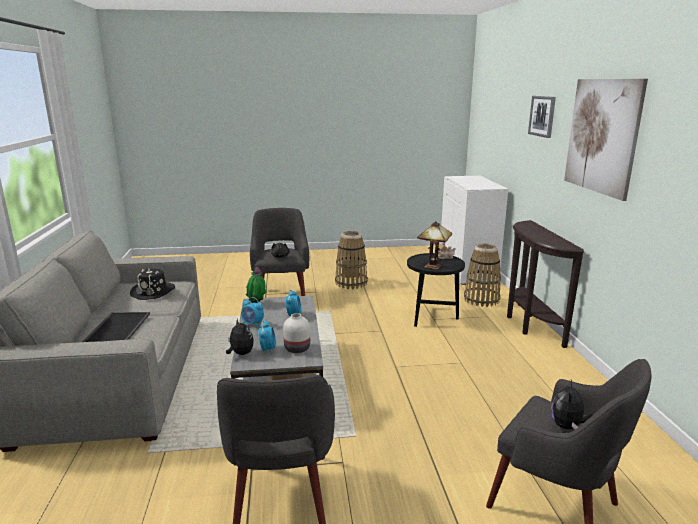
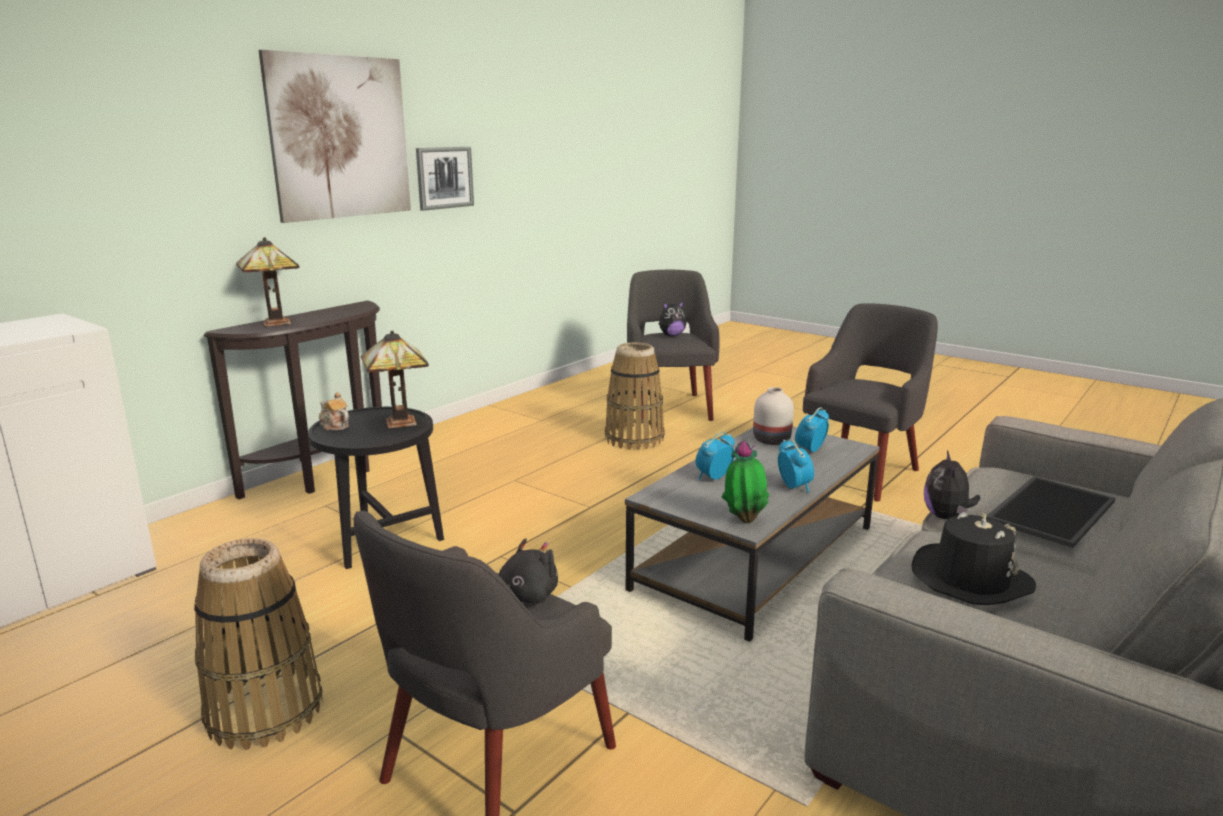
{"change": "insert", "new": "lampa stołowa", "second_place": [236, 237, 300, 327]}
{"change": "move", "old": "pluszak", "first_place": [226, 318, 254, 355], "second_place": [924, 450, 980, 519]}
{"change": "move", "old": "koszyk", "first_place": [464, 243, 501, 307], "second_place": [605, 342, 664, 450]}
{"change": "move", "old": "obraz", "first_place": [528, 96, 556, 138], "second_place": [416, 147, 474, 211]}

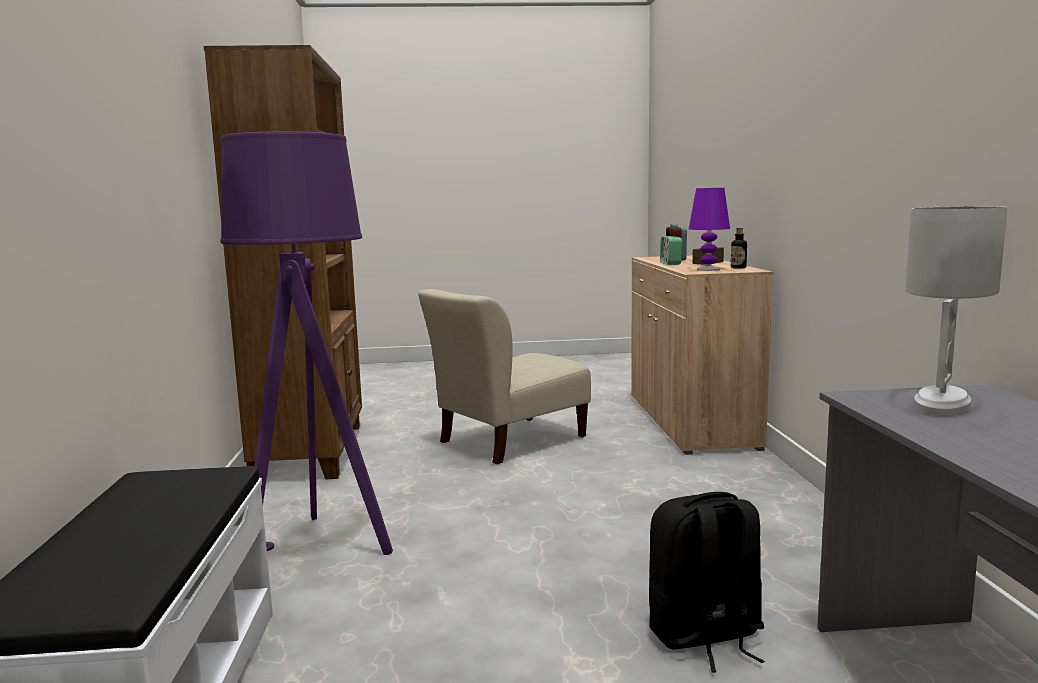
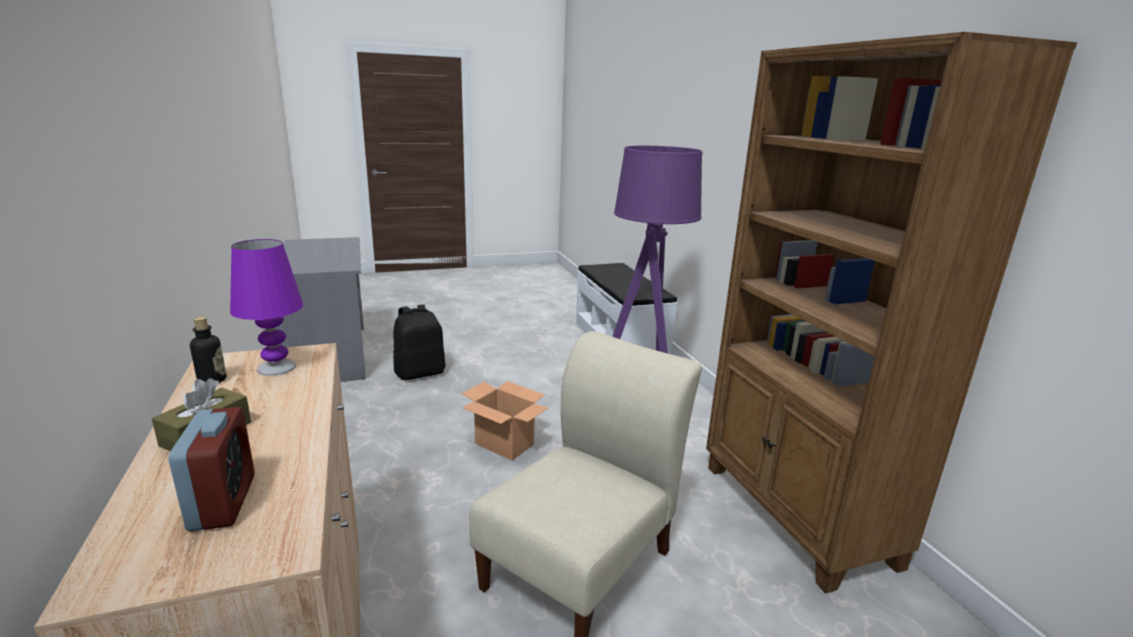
{"change": "delete", "old": "budzik", "first_place": [660, 236, 682, 265]}
{"change": "delete", "old": "lampa stołowa (biały)", "first_place": [906, 206, 1007, 416]}
{"change": "insert", "new": "karton", "second_place": [462, 381, 548, 460]}

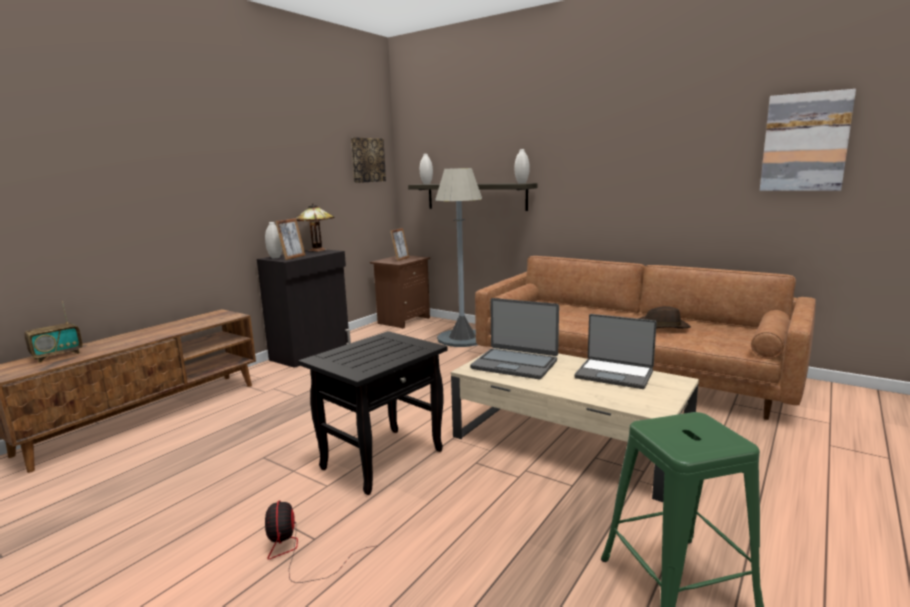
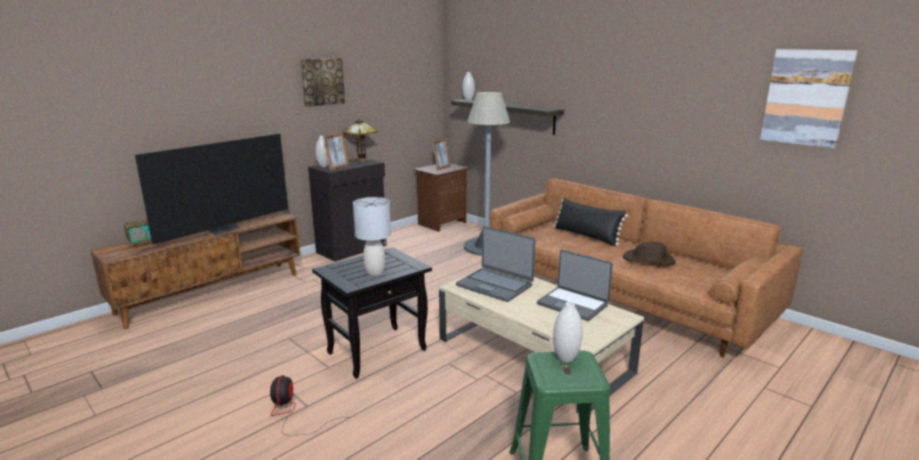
{"change": "insert", "new": "telewizor", "second_place": [135, 134, 288, 245]}
{"change": "insert", "new": "lampa stołowa (szary)", "second_place": [353, 197, 391, 276]}
{"change": "insert", "new": "poduszka (czarny)", "second_place": [554, 198, 628, 246]}
{"change": "move", "old": "obraz", "first_place": [351, 137, 386, 183], "second_place": [300, 58, 345, 107]}
{"change": "move", "old": "wazon (biały)", "first_place": [515, 149, 530, 183], "second_place": [553, 301, 583, 363]}

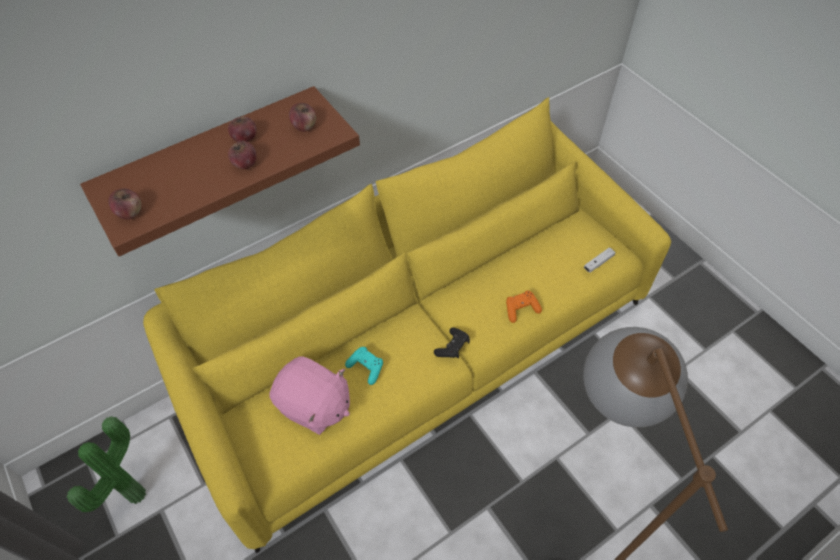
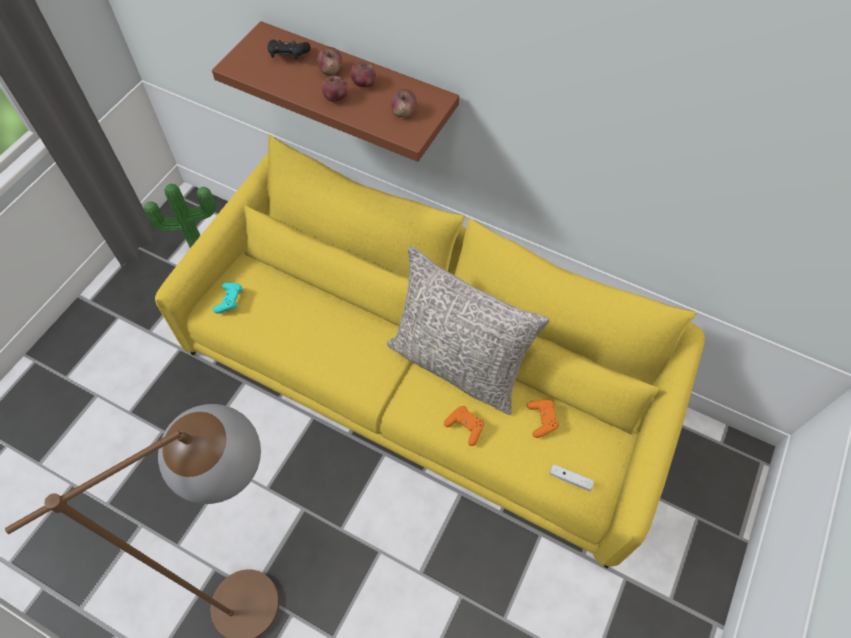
{"change": "delete", "old": "pluszak (różowy)", "first_place": [269, 357, 350, 435]}
{"change": "insert", "new": "poduszka (szary)", "second_place": [387, 246, 549, 415]}
{"change": "insert", "new": "pad do gier (pomarańczowy)", "second_place": [527, 400, 559, 438]}
{"change": "move", "old": "jabłko", "first_place": [109, 188, 141, 219], "second_place": [317, 47, 342, 75]}
{"change": "move", "old": "pad do gier (turkusowy)", "first_place": [345, 347, 383, 385], "second_place": [213, 283, 244, 313]}
{"change": "move", "old": "pad do gier (czarny)", "first_place": [434, 327, 470, 358], "second_place": [267, 39, 311, 60]}

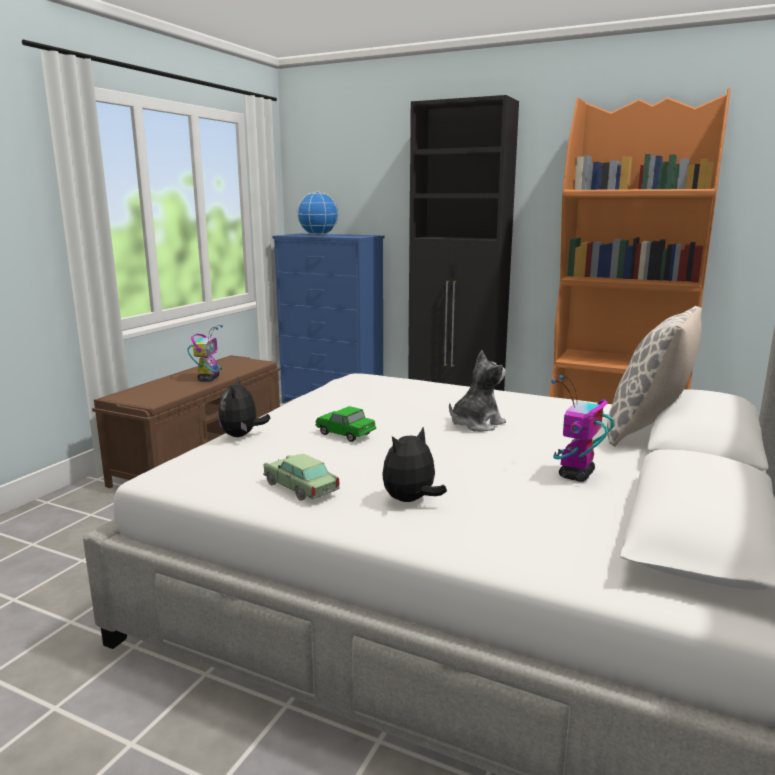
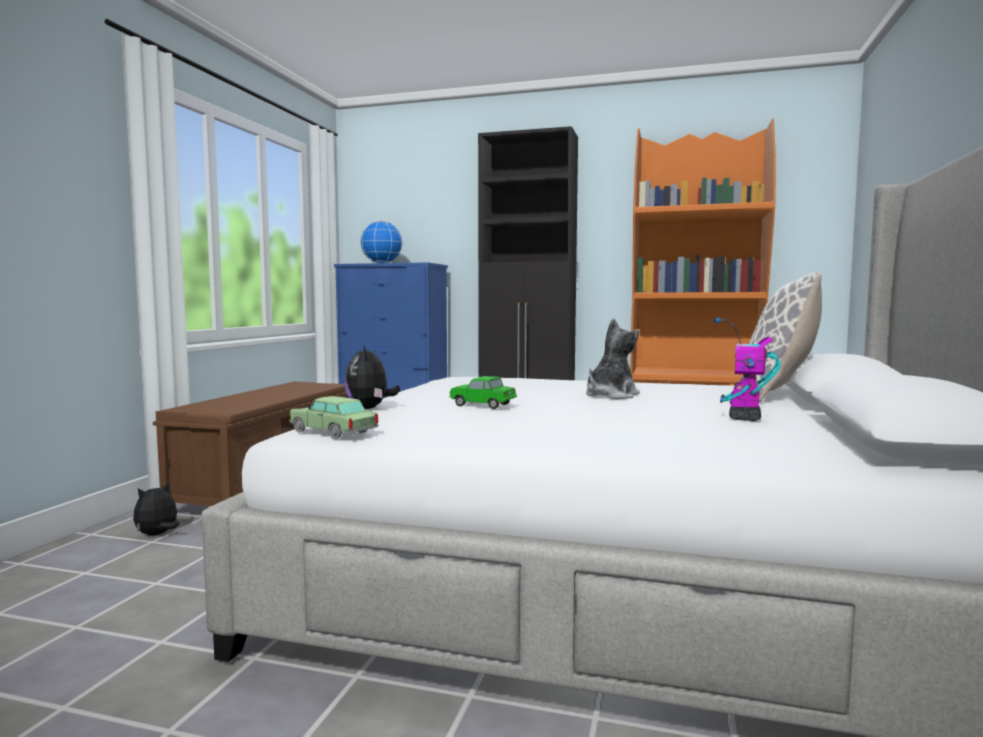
{"change": "delete", "old": "robot zabawkowy", "first_place": [187, 325, 223, 382]}
{"change": "move", "old": "samochodzik", "first_place": [263, 454, 339, 501], "second_place": [289, 396, 378, 439]}
{"change": "move", "old": "pluszak", "first_place": [382, 427, 447, 502], "second_place": [133, 482, 180, 536]}

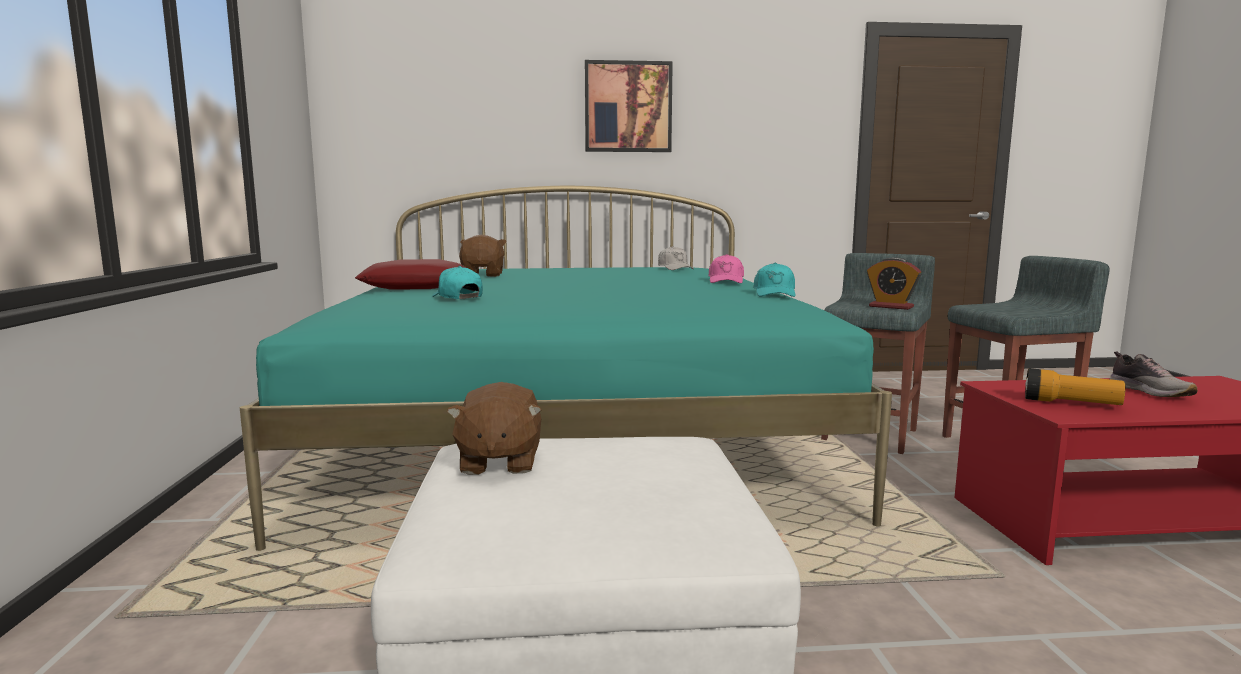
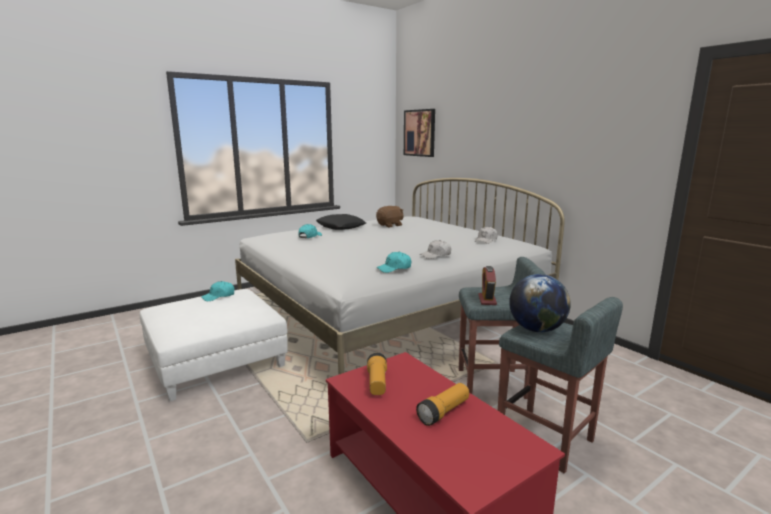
{"change": "insert", "new": "globus", "second_place": [509, 274, 571, 332]}
{"change": "move", "old": "obraz", "first_place": [585, 60, 673, 152], "second_place": [404, 109, 435, 157]}
{"change": "replace", "old": "pluszak (brązowy)", "new": "czapka z daszkiem (turkusowy)", "first_place": [446, 382, 542, 475], "second_place": [201, 281, 234, 301]}
{"change": "replace", "old": "but", "new": "latarka", "first_place": [1110, 351, 1198, 397], "second_place": [416, 383, 469, 426]}
{"change": "recolor", "old": "łóżko (turkusowy)", "new": "łóżko (biały)", "first_place": [240, 186, 892, 551], "second_place": [235, 178, 565, 375]}
{"change": "recolor", "old": "poduszka (czerwony)", "new": "poduszka (czarny)", "first_place": [355, 259, 469, 289], "second_place": [316, 214, 366, 230]}
{"change": "recolor", "old": "czapka z daszkiem (różowy)", "new": "czapka z daszkiem (biały)", "first_place": [708, 254, 744, 283], "second_place": [420, 240, 451, 259]}

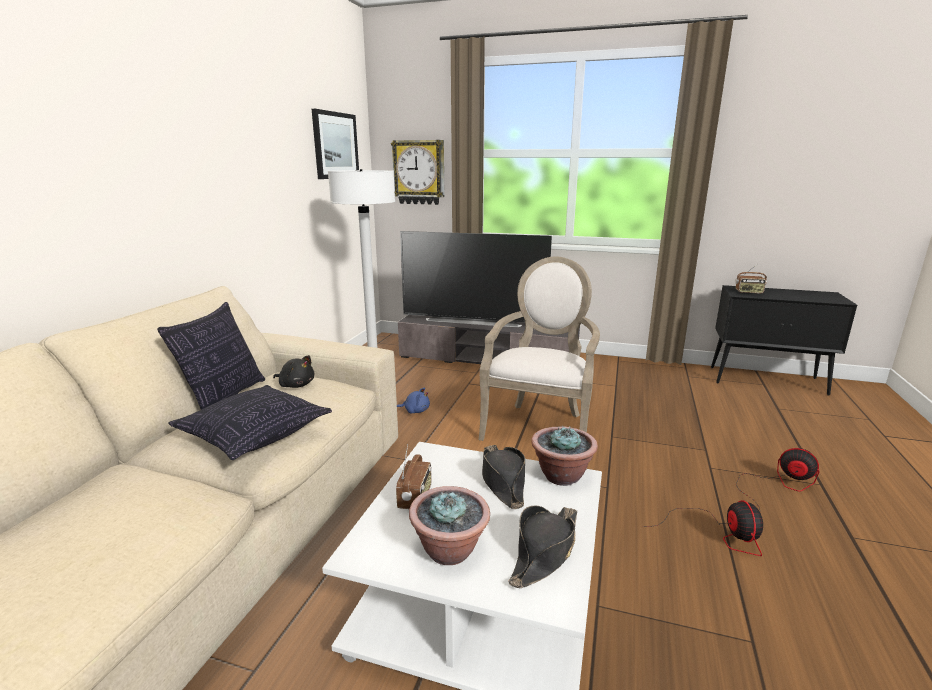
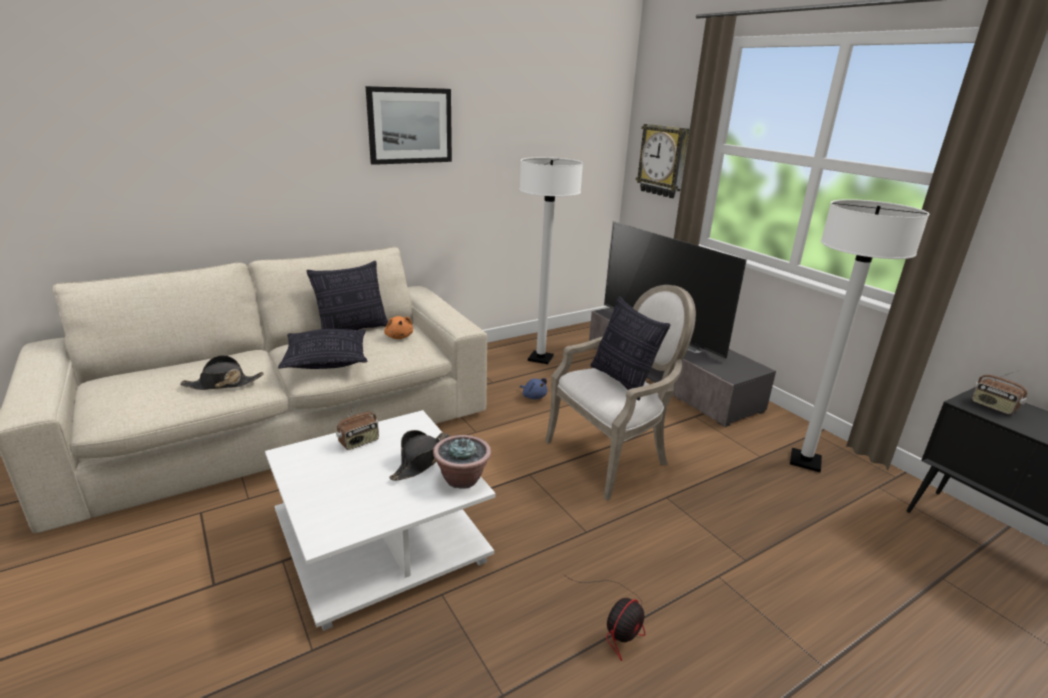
{"change": "delete", "old": "roślina doniczkowa", "first_place": [409, 486, 490, 565]}
{"change": "delete", "old": "wentylator", "first_place": [736, 448, 819, 510]}
{"change": "insert", "new": "poduszka", "second_place": [590, 296, 670, 401]}
{"change": "insert", "new": "lampa stojąca (biały)", "second_place": [790, 199, 929, 472]}
{"change": "move", "old": "obraz", "first_place": [312, 109, 359, 179], "second_place": [366, 86, 452, 165]}
{"change": "move", "old": "kapelusz (czarny)", "first_place": [508, 506, 577, 588], "second_place": [180, 355, 264, 390]}
{"change": "recolor", "old": "pluszak (czarny)", "new": "pluszak (pomarańczowy)", "first_place": [273, 355, 314, 388], "second_place": [384, 316, 413, 339]}

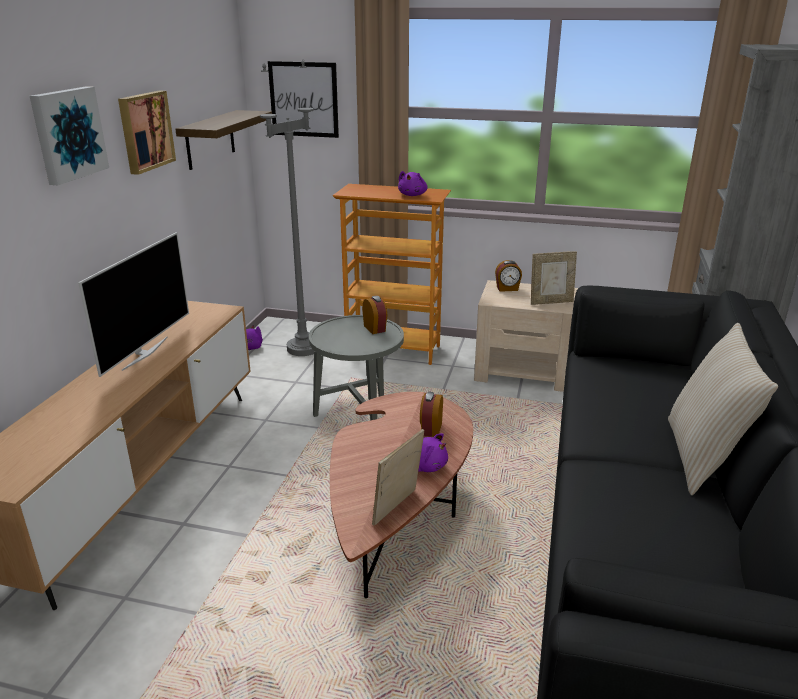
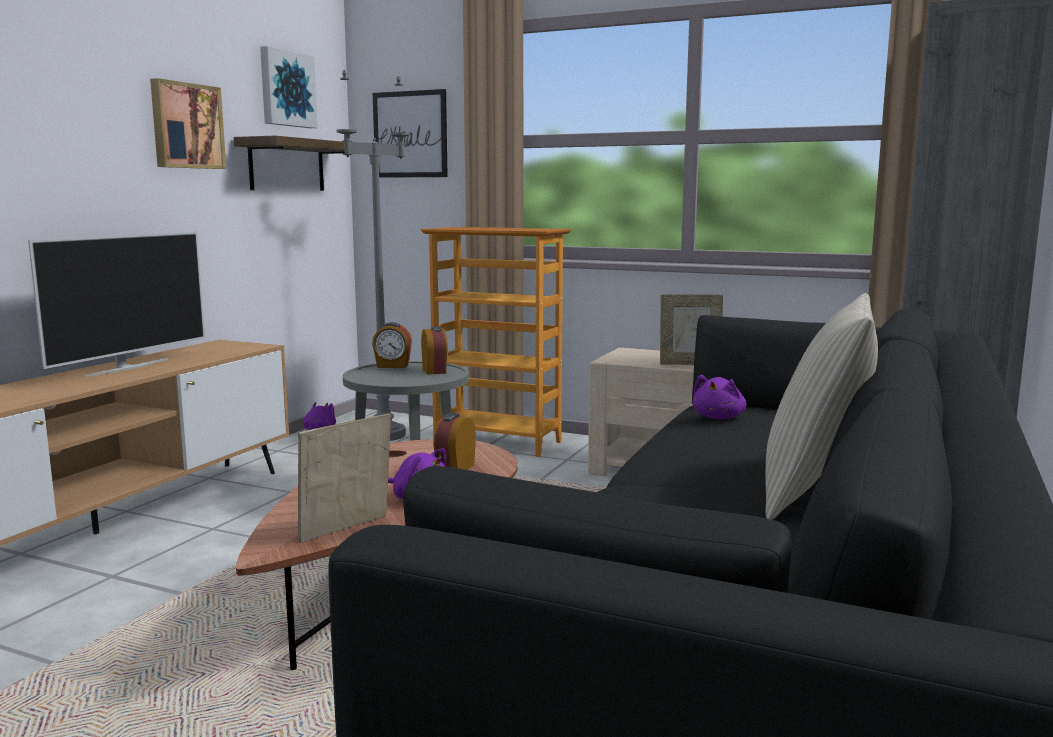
{"change": "move", "old": "obraz", "first_place": [30, 86, 109, 185], "second_place": [260, 46, 318, 128]}
{"change": "move", "old": "pluszak (fioletowy)", "first_place": [398, 171, 428, 196], "second_place": [693, 375, 746, 419]}
{"change": "move", "old": "budzik", "first_place": [495, 260, 522, 292], "second_place": [372, 322, 412, 368]}

